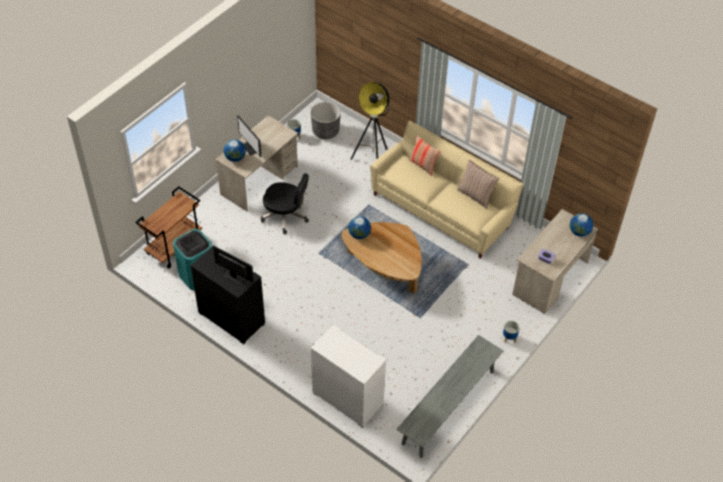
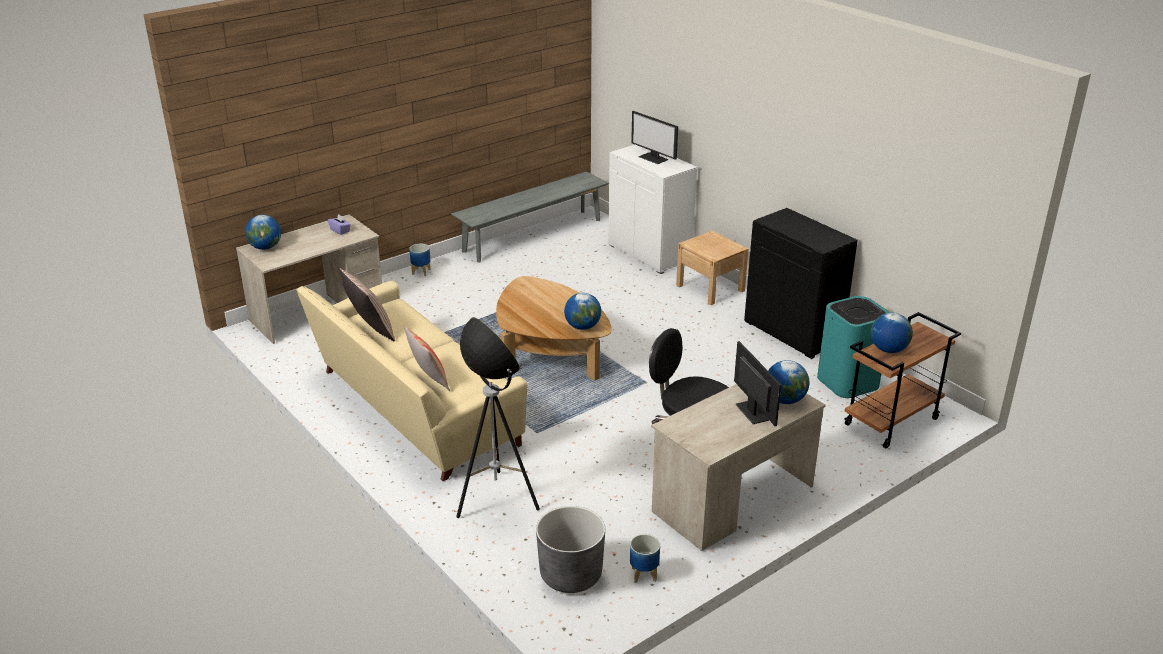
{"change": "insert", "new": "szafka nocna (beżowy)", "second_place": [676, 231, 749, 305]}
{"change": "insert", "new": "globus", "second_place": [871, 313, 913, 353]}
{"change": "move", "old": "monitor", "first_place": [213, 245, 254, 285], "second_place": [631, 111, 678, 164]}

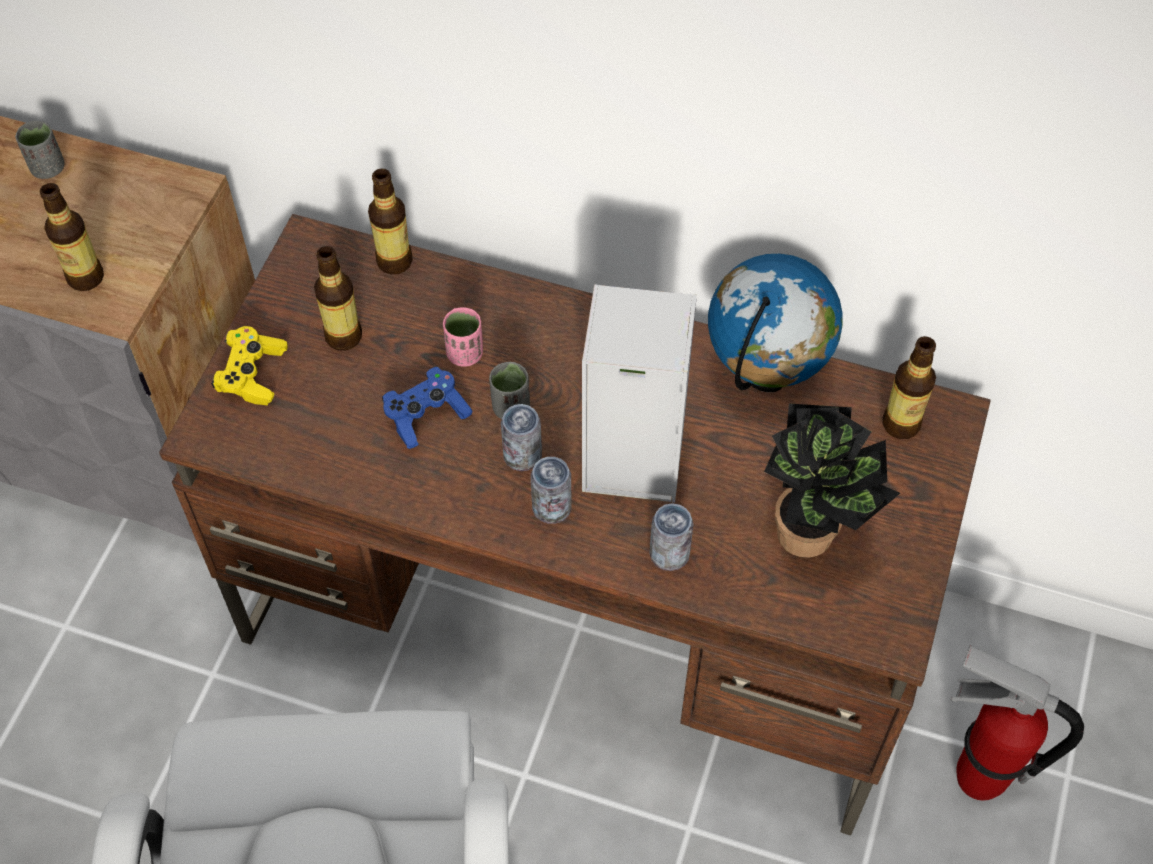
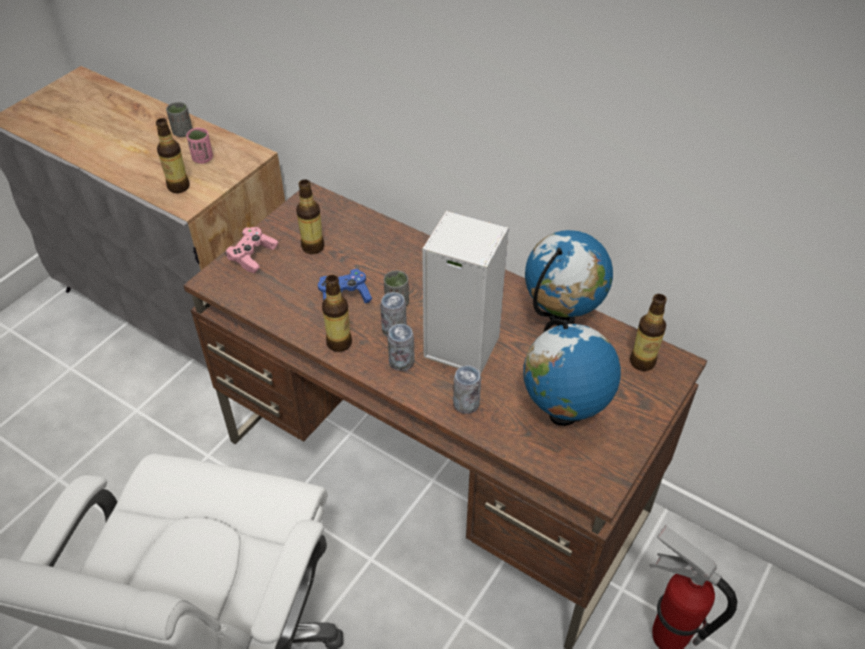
{"change": "move", "old": "butelka", "first_place": [368, 168, 413, 274], "second_place": [322, 275, 352, 352]}
{"change": "move", "old": "filiżanka (różowy)", "first_place": [443, 307, 483, 367], "second_place": [186, 128, 213, 164]}
{"change": "replace", "old": "roślina doniczkowa", "new": "globus", "first_place": [764, 404, 900, 558], "second_place": [523, 319, 621, 426]}
{"change": "recolor", "old": "pad do gier (żółty)", "new": "pad do gier (różowy)", "first_place": [211, 326, 288, 406], "second_place": [225, 227, 278, 273]}

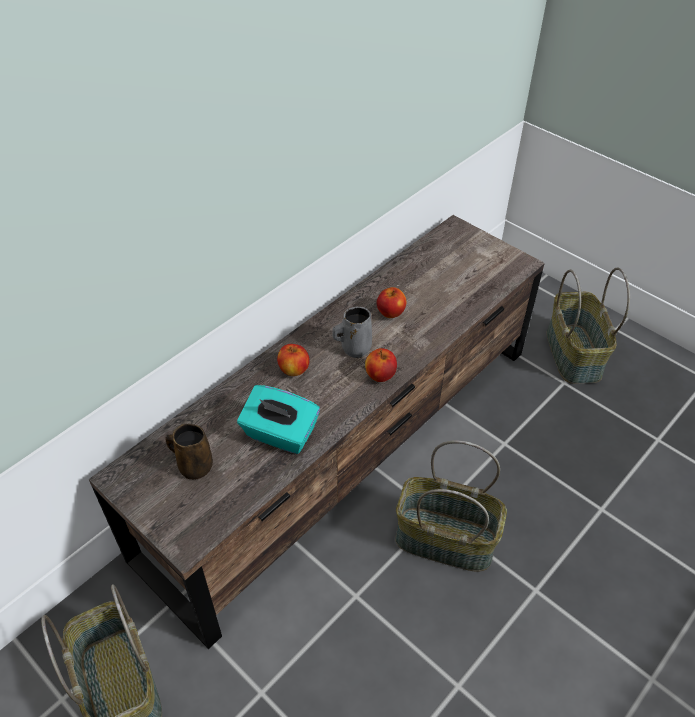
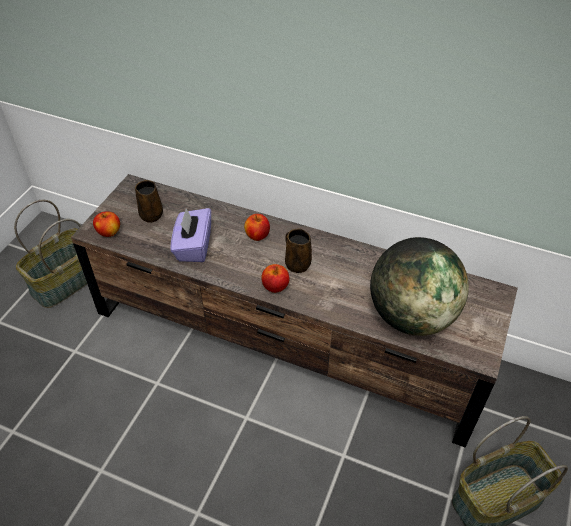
{"change": "delete", "old": "koszyk", "first_place": [395, 440, 507, 572]}
{"change": "insert", "new": "globus", "second_place": [370, 237, 469, 336]}
{"change": "move", "old": "jabłko", "first_place": [377, 287, 406, 318], "second_place": [93, 211, 120, 237]}
{"change": "recolor", "old": "pudełko chusteczek (turkusowy)", "new": "pudełko chusteczek (fioletowy)", "first_place": [237, 385, 320, 454], "second_place": [171, 208, 211, 262]}
{"change": "recolor", "old": "kubek (szary)", "new": "kubek (brązowy)", "first_place": [332, 307, 372, 358], "second_place": [285, 229, 312, 273]}

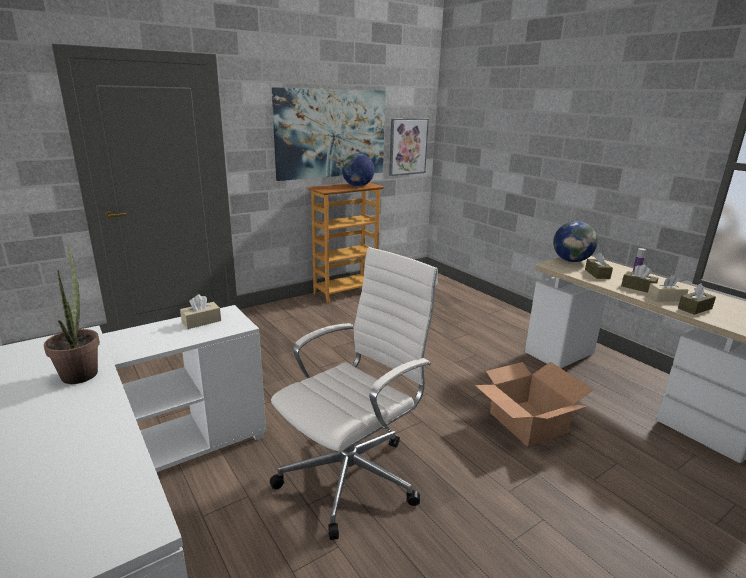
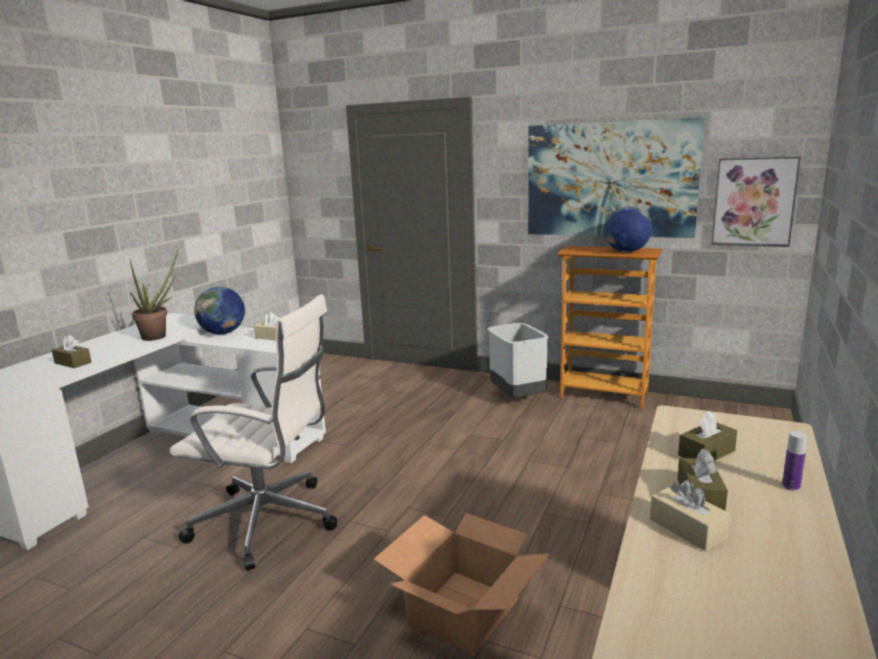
{"change": "insert", "new": "kosz na śmieci (szary)", "second_place": [488, 323, 549, 397]}
{"change": "move", "old": "globus", "first_place": [553, 221, 598, 262], "second_place": [194, 287, 245, 334]}
{"change": "move", "old": "pudełko chusteczek (brązowy)", "first_place": [678, 284, 716, 315], "second_place": [52, 335, 91, 368]}

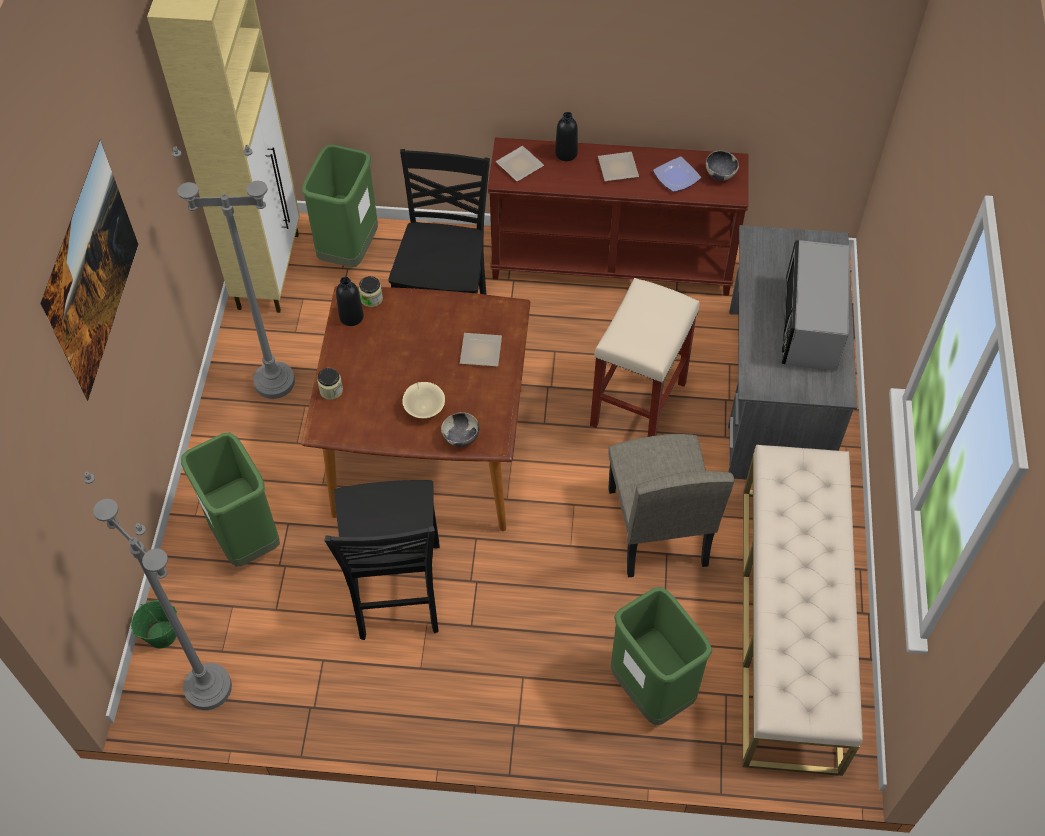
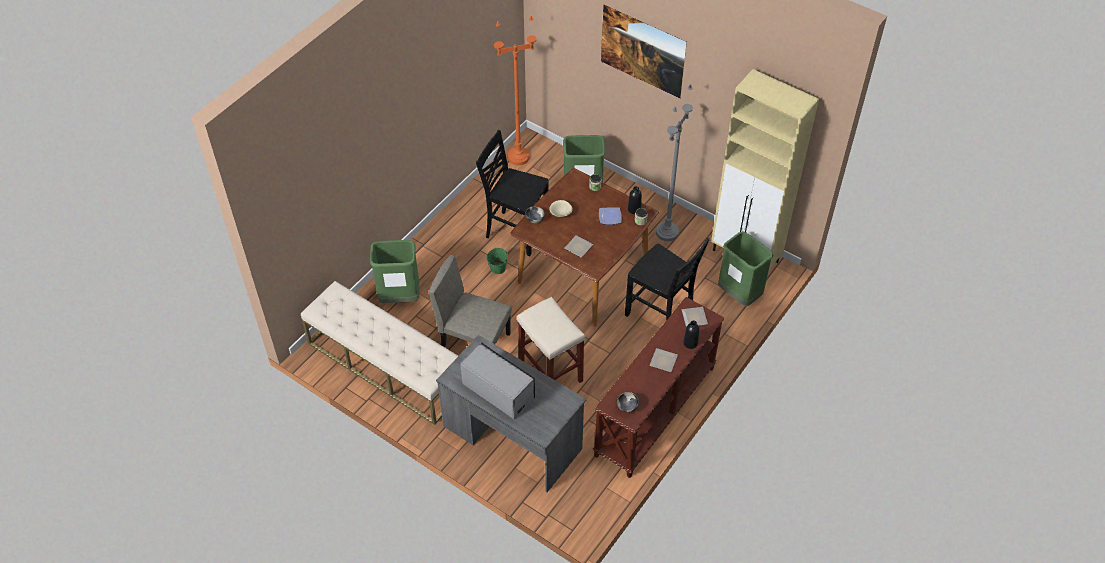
{"change": "move", "old": "wiadro (zielony)", "first_place": [131, 600, 177, 649], "second_place": [487, 248, 508, 274]}
{"change": "move", "old": "talerz", "first_place": [653, 156, 701, 192], "second_place": [599, 207, 622, 225]}
{"change": "recolor", "old": "lampa stojąca (szary)", "new": "lampa stojąca (pomarańczowy)", "first_place": [84, 472, 232, 710], "second_place": [494, 15, 537, 165]}

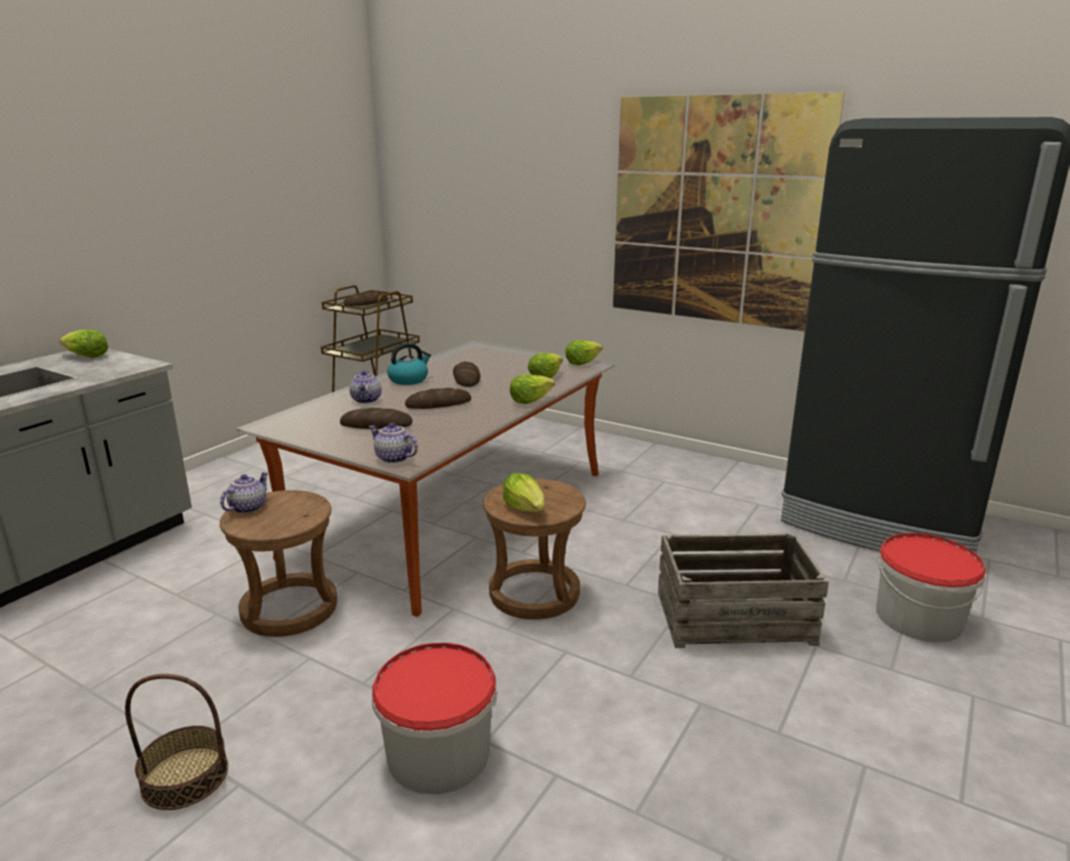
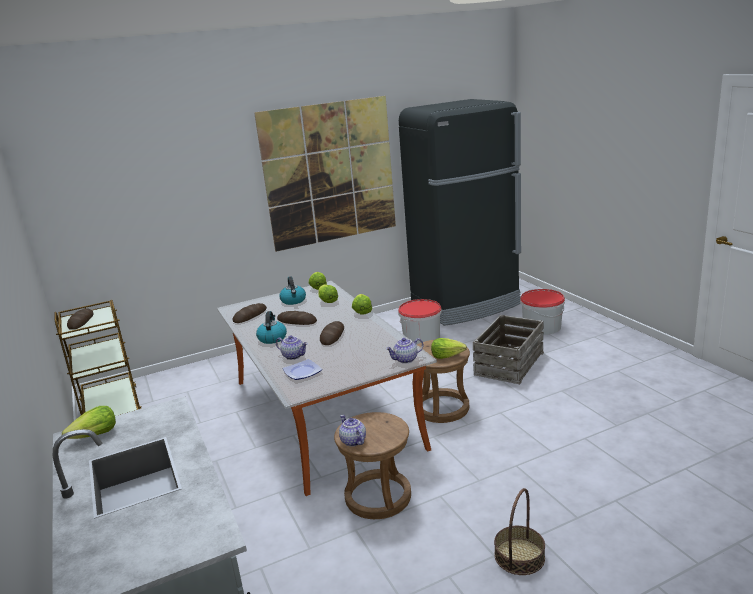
{"change": "insert", "new": "czajnik", "second_place": [279, 277, 306, 305]}
{"change": "insert", "new": "talerz", "second_place": [283, 359, 322, 380]}
{"change": "move", "old": "chleb", "first_place": [340, 408, 412, 429], "second_place": [233, 303, 267, 323]}
{"change": "move", "old": "wiadro", "first_place": [372, 643, 498, 794], "second_place": [398, 299, 442, 345]}

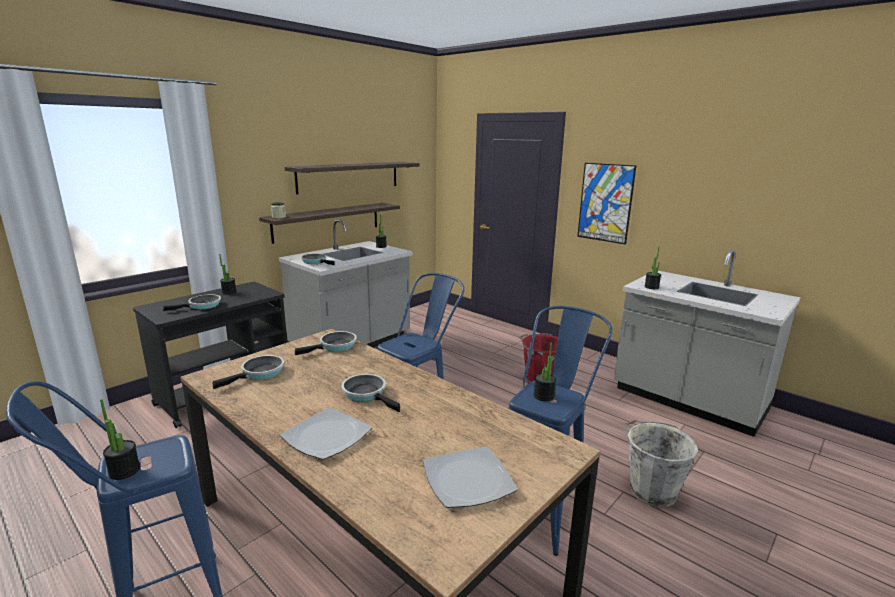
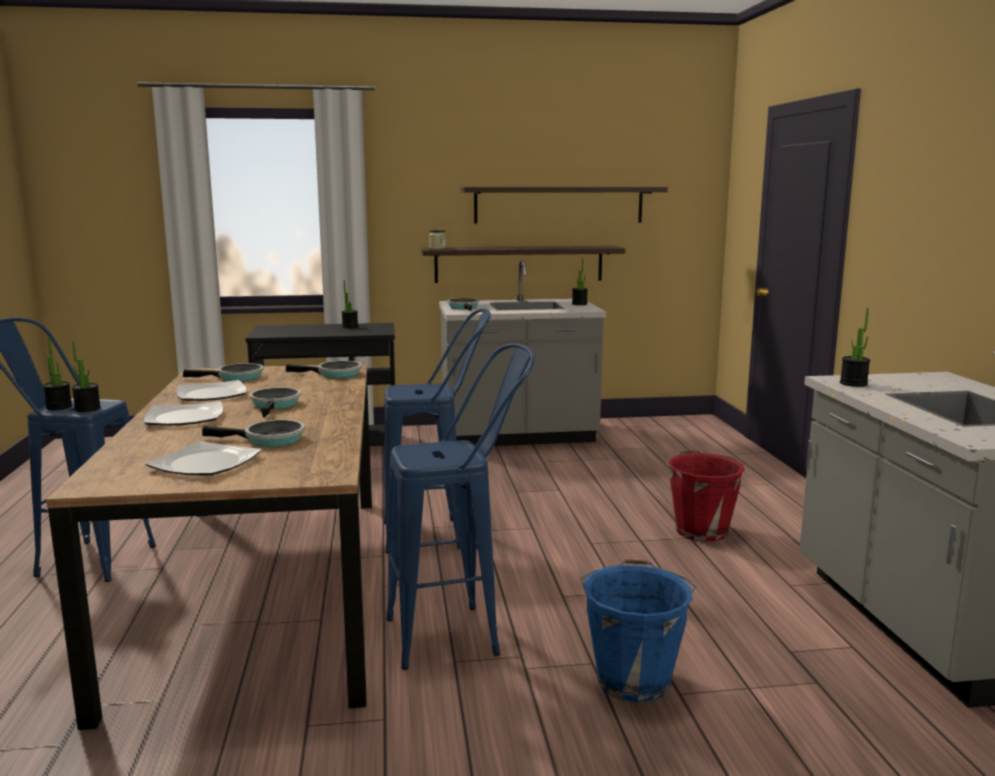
{"change": "delete", "old": "obraz", "first_place": [577, 163, 637, 245]}
{"change": "insert", "new": "talerz", "second_place": [177, 380, 247, 401]}
{"change": "move", "old": "patelnia", "first_place": [163, 294, 221, 311], "second_place": [202, 420, 305, 447]}
{"change": "move", "old": "roślina doniczkowa", "first_place": [534, 342, 556, 402], "second_place": [72, 341, 101, 412]}
{"change": "recolor", "old": "wiadro (szary)", "new": "wiadro (niebieski)", "first_place": [625, 420, 698, 507], "second_place": [581, 559, 697, 702]}

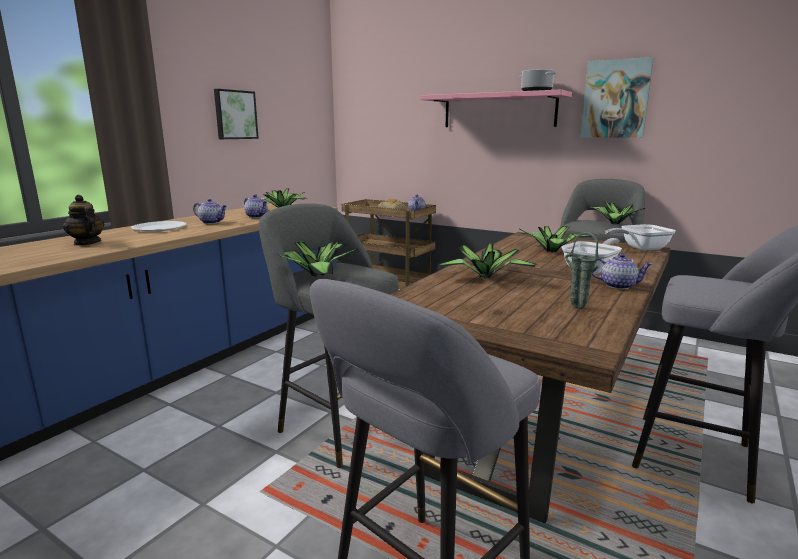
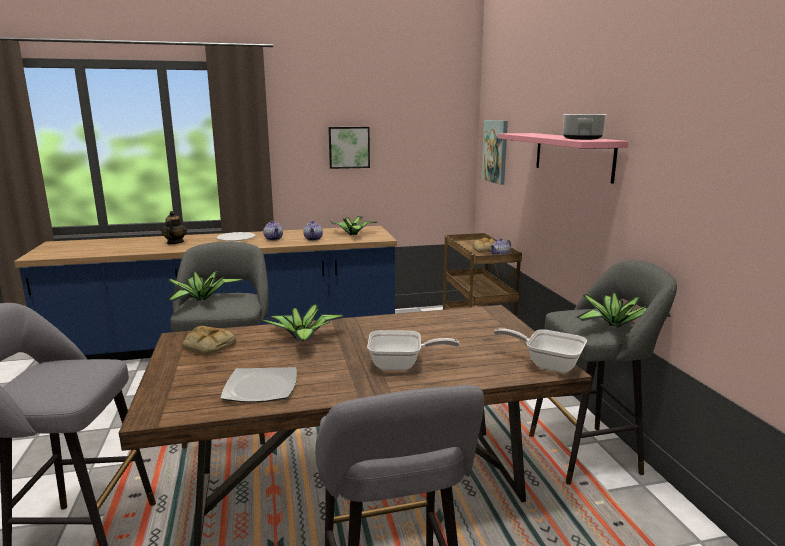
{"change": "delete", "old": "roślina doniczkowa", "first_place": [518, 226, 591, 252]}
{"change": "delete", "old": "imbryk", "first_place": [592, 253, 653, 289]}
{"change": "insert", "new": "chleb", "second_place": [182, 326, 236, 356]}
{"change": "move", "old": "obraz", "first_place": [581, 57, 654, 138], "second_place": [481, 120, 508, 185]}
{"change": "replace", "old": "wazon (zielony)", "new": "talerz", "first_place": [565, 232, 600, 309], "second_place": [220, 367, 297, 402]}

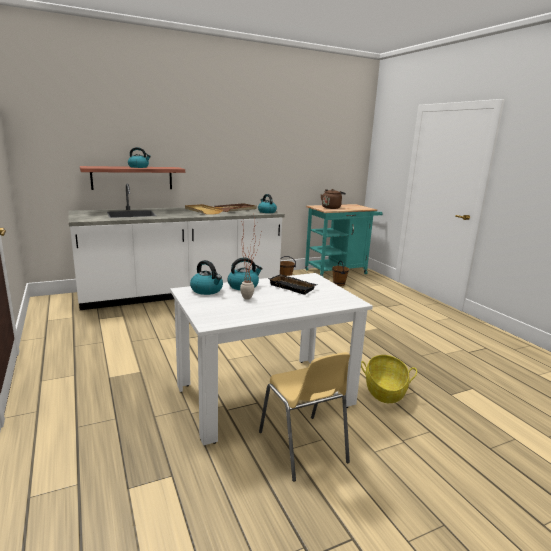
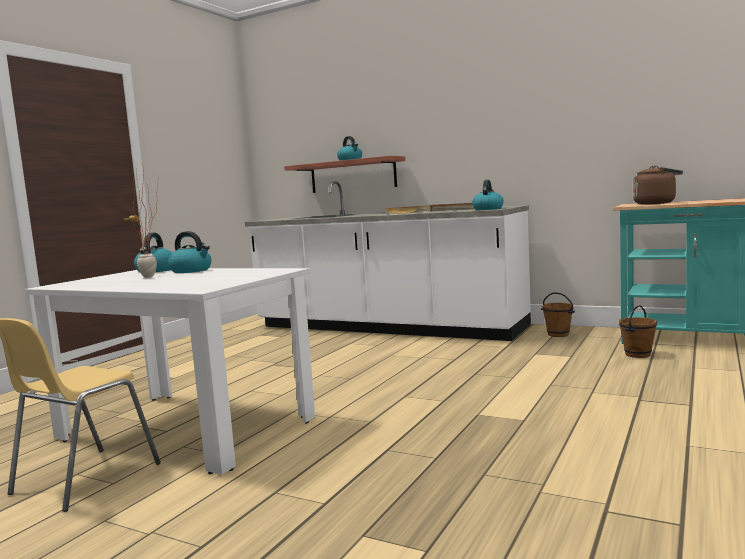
{"change": "delete", "old": "taca (czarny)", "first_place": [268, 274, 317, 295]}
{"change": "delete", "old": "koszyk", "first_place": [361, 355, 417, 403]}

